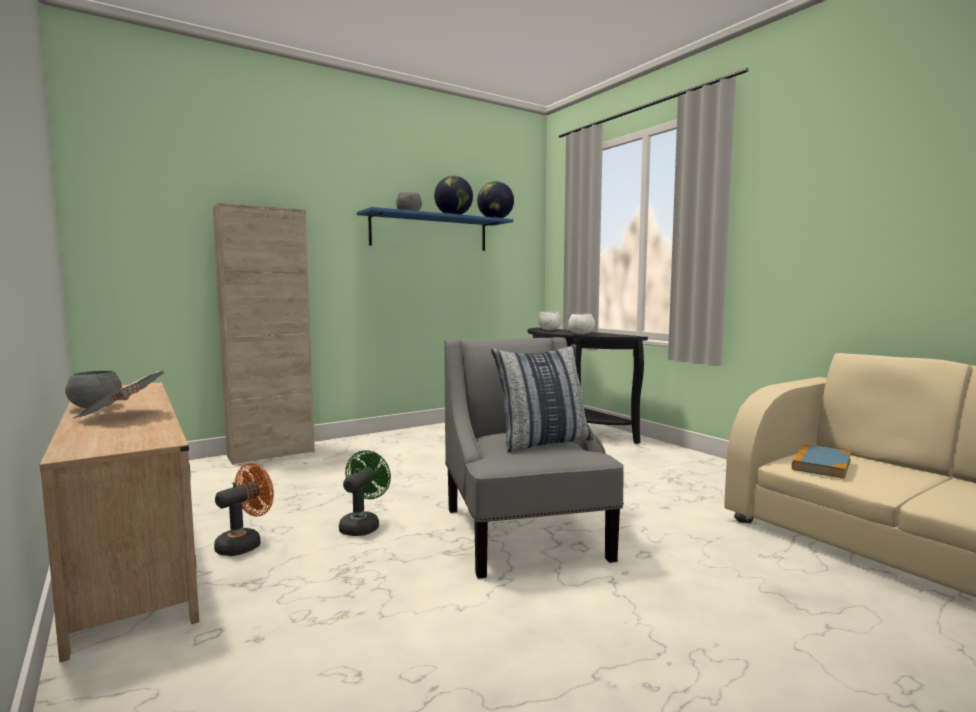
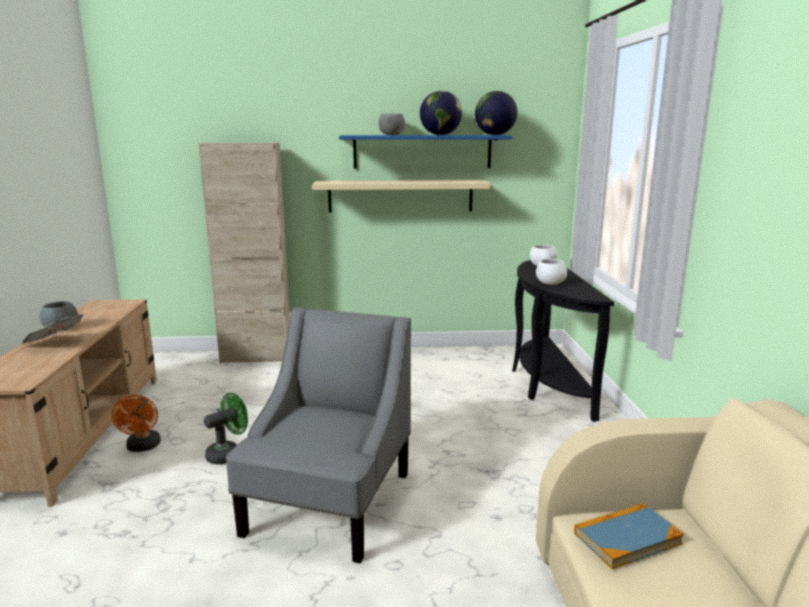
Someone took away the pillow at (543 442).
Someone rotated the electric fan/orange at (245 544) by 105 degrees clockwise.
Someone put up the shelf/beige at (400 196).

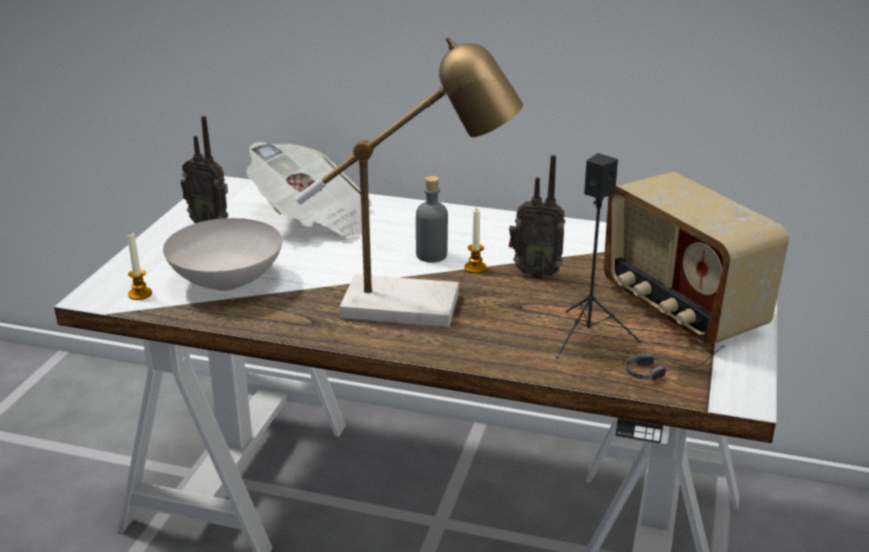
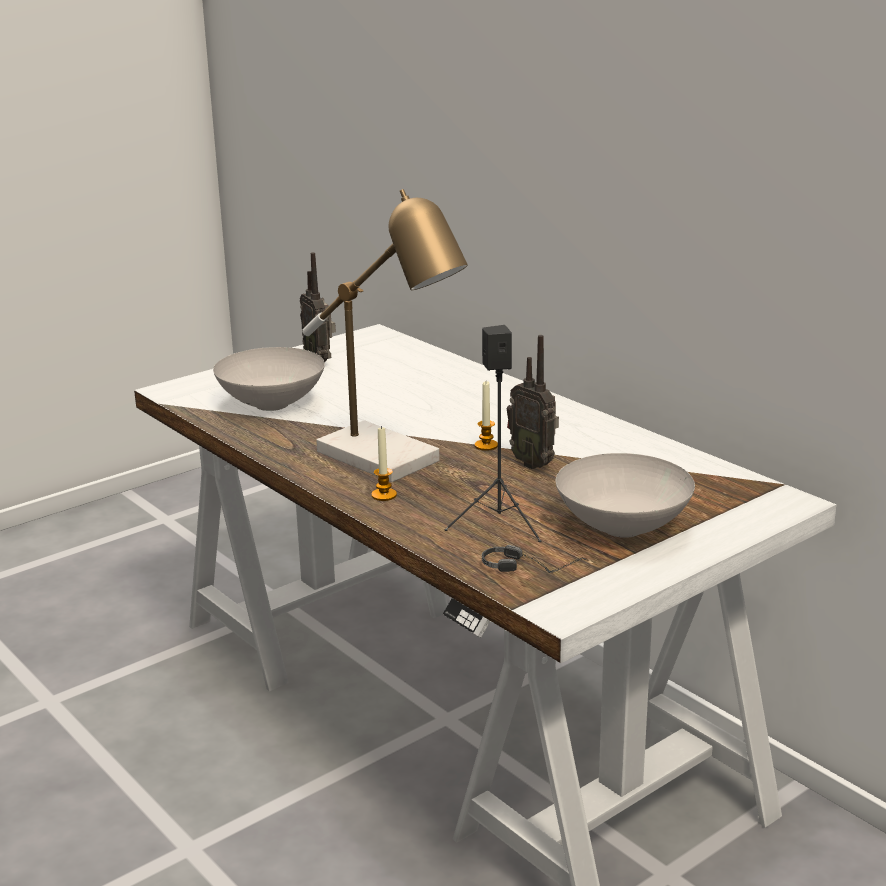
Someone took away the printed paper at (313 220).
Someone swapped the radio at (680 309) for the deep dish/white-coloured at (625 528).
Someone took away the drink bottle/grey at (431 255).
Someone carried the wax light from (140 294) to (384 495).

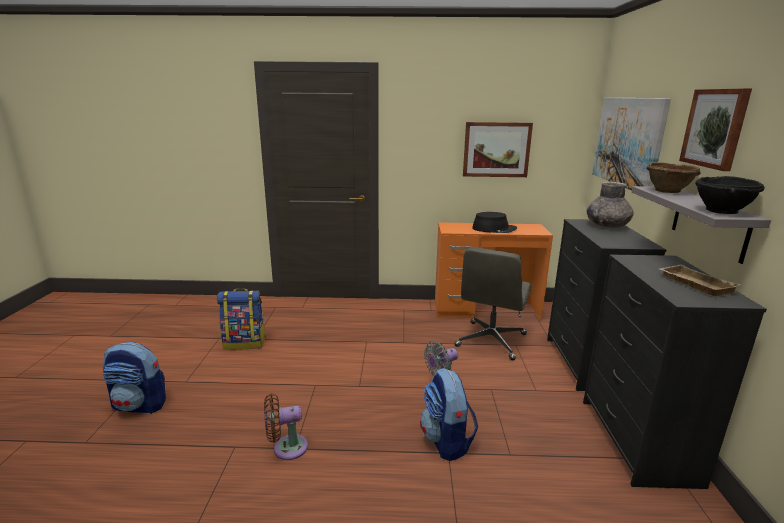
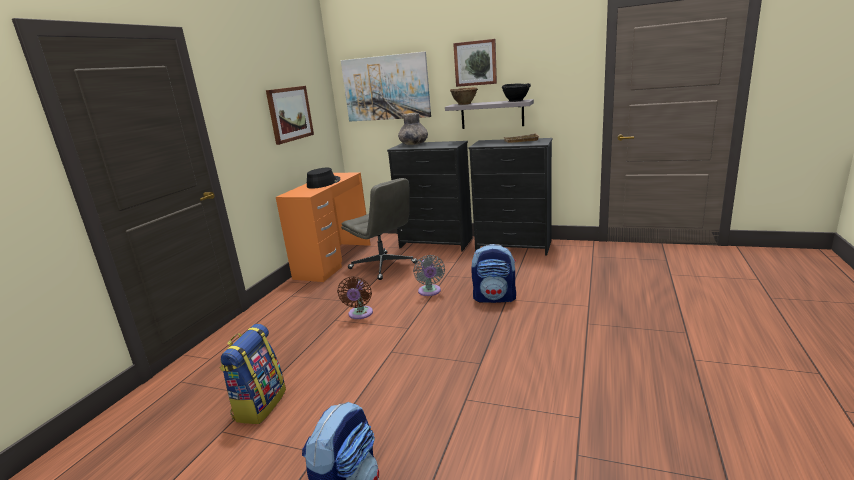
Someone carried the electric fan/brown-coloured from (286 448) to (360 314).

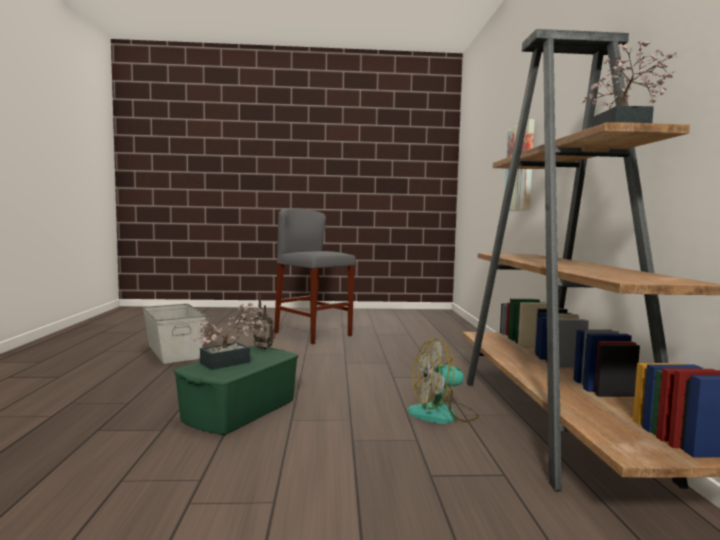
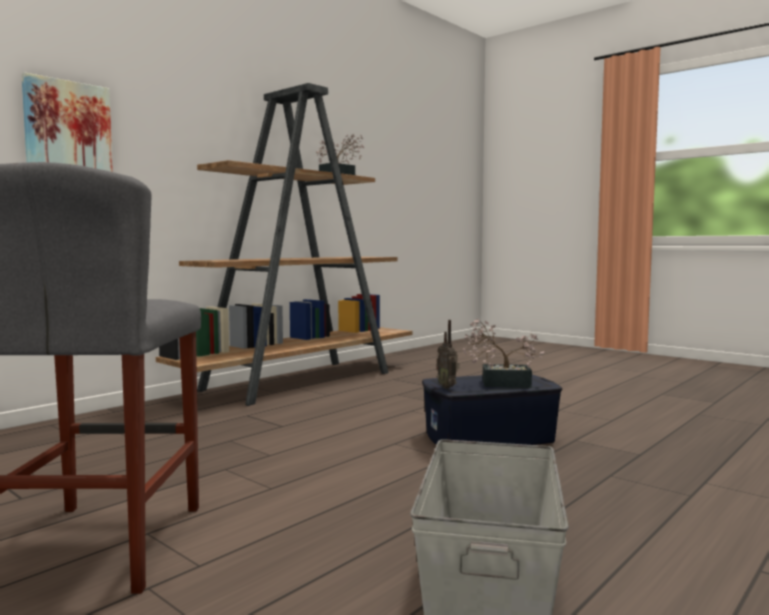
Someone took away the electric fan at (443 414).
Someone repainted the storage bin/greenish at (239 410), which became the storage bin/bluish at (490 437).

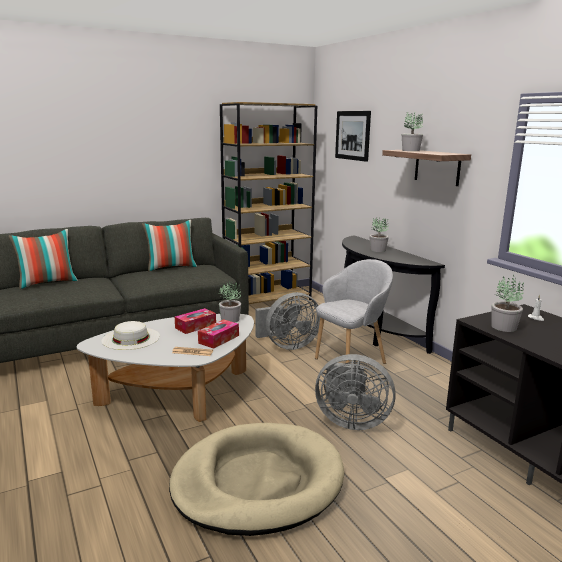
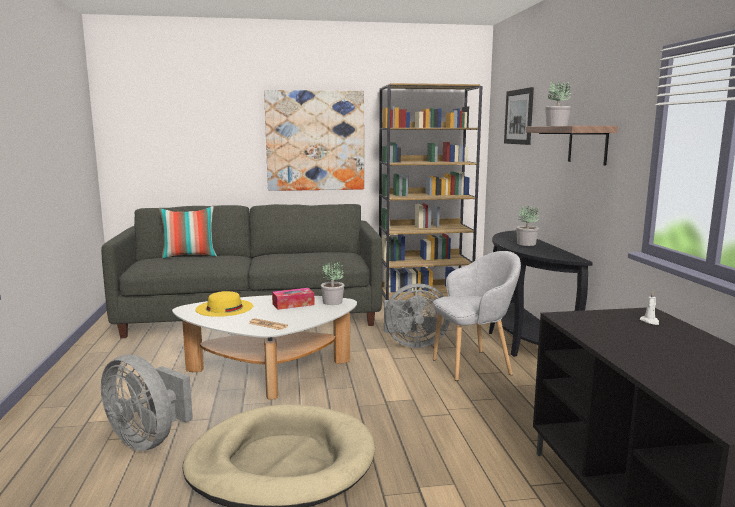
Someone took away the pillow at (171 267).
Someone took away the houseplant at (503 327).
Someone took away the box of tissues at (218 339).
Someone repainted the clothing hat/white-coloured at (131 338), which became the clothing hat/yellow-coloured at (224 308).
Someone carried the electric fan/grey from (350 421) to (148 439).
Someone put up the wall picture at (315 141).

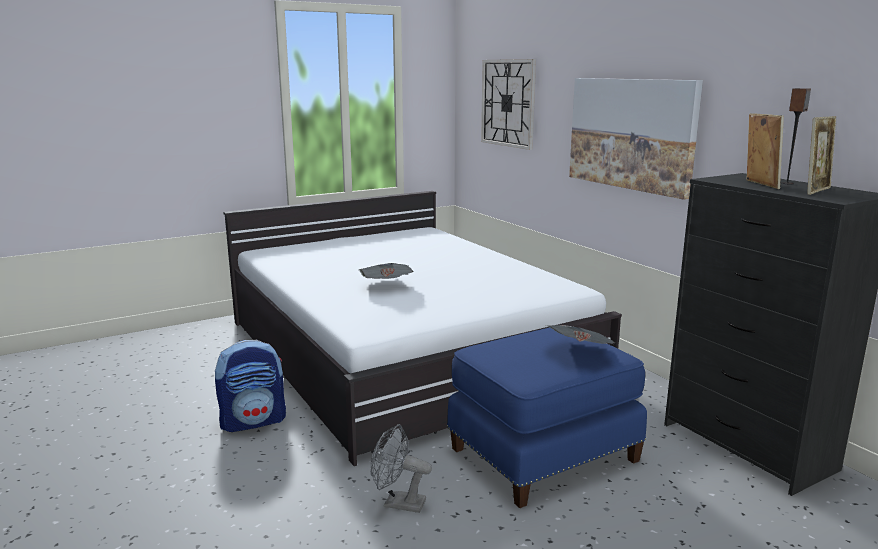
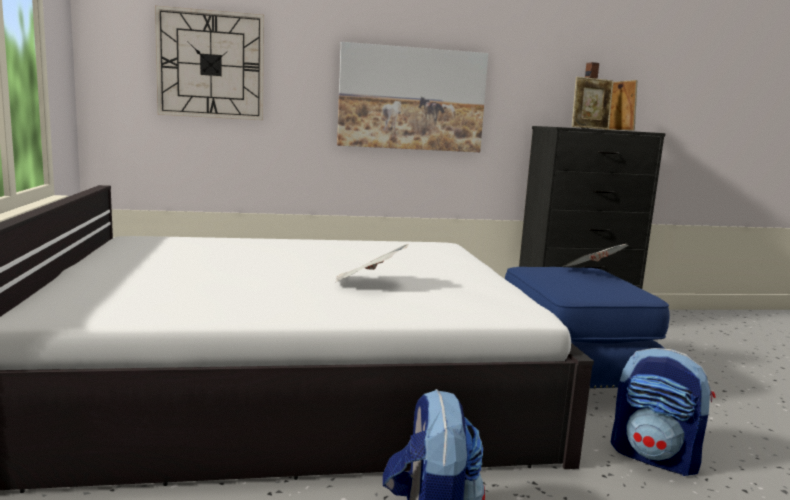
Someone rotated the standing frame at (759 184) by 150 degrees clockwise.
Someone swapped the electric fan/grey at (398 503) for the backpack at (655 457).

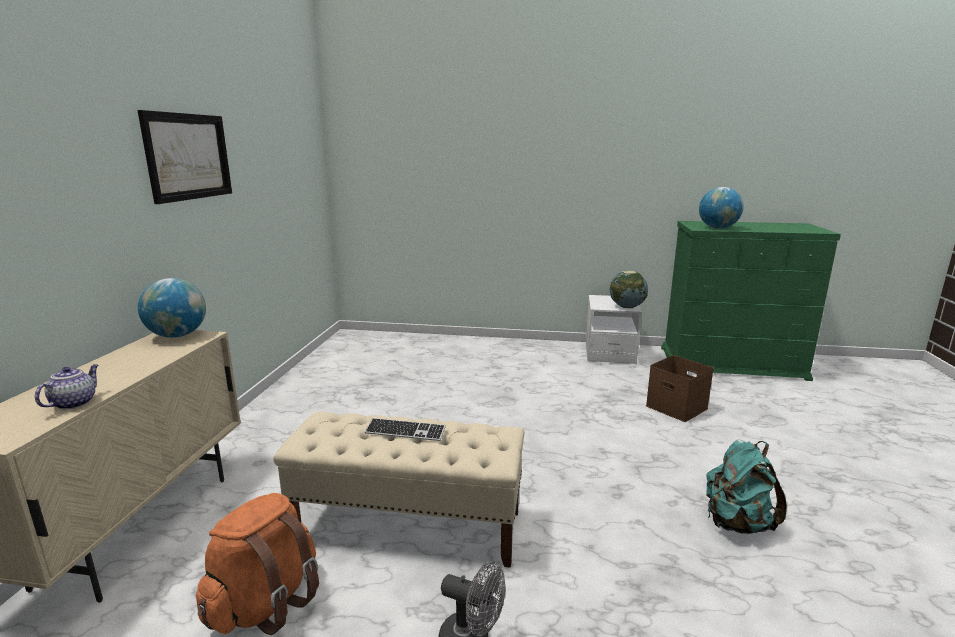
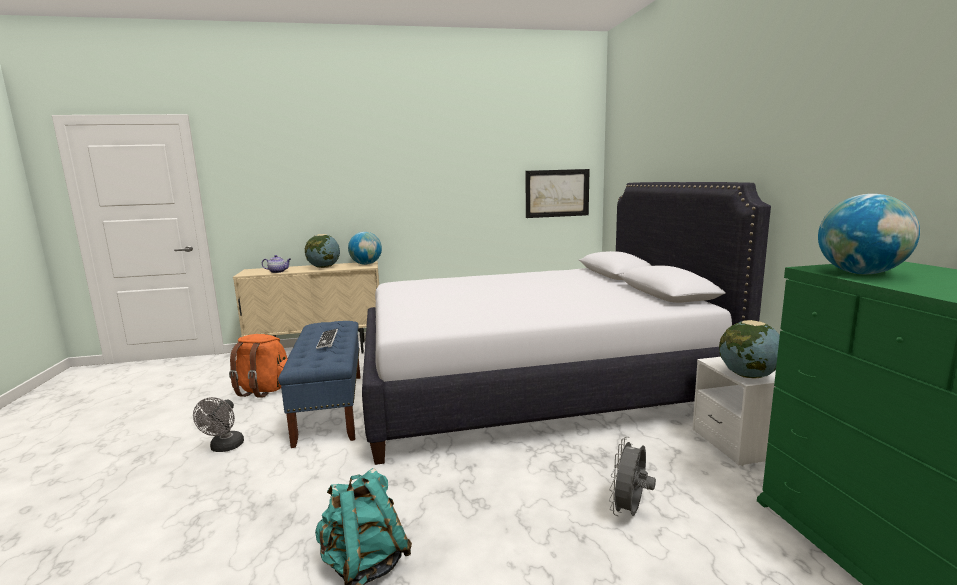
Someone carried the wall picture from (188 156) to (557 193).
Someone swapped the storage bin/brown-coloured at (678 407) for the electric fan/grey at (629 511).
Someone repainted the bench/beige at (409 526), which became the bench/bluish at (331 407).
Someone put down the bedroom bed/white-coloured at (531 384).
Someone put down the desk globe at (324 267).

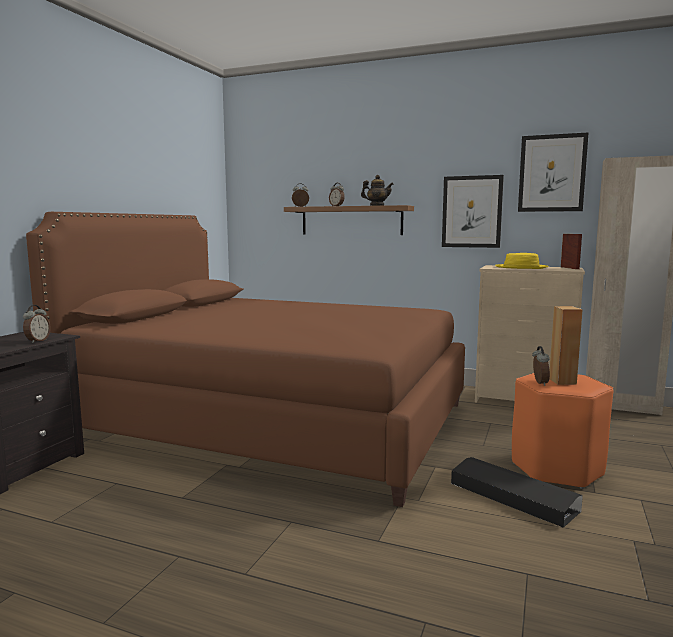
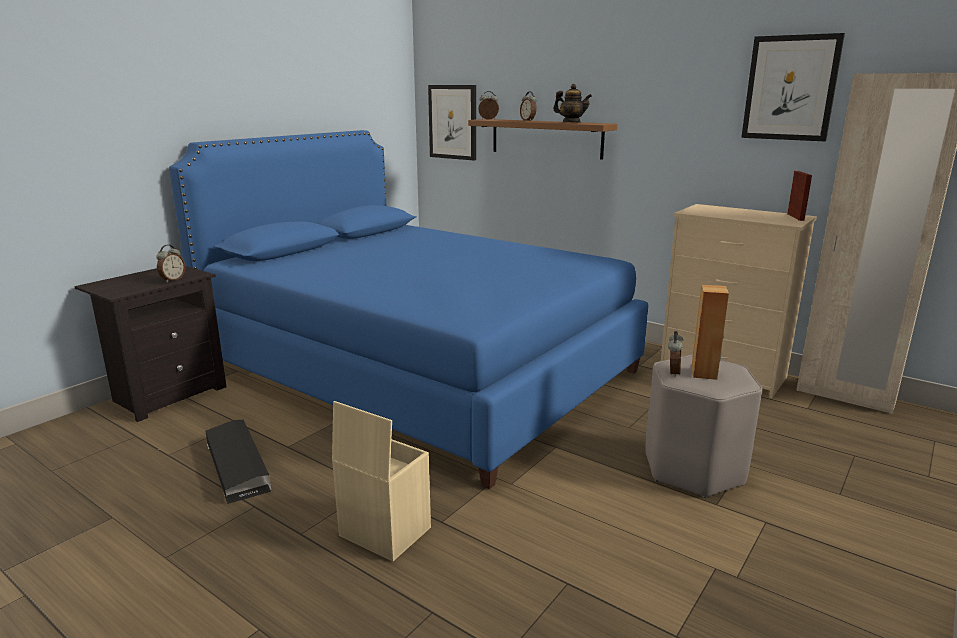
Someone carried the wall picture from (472 212) to (453 122).
Someone repainted the bedroom bed/brown-coloured at (272 421), which became the bedroom bed/bluish at (419 369).
Someone took away the clothing hat/yellow-coloured at (521 267).
Someone repainted the stool seat/orange at (556 469), which became the stool seat/grey at (693 468).
Someone carried the storage bin/black-coloured from (512 497) to (237 466).
Someone put down the storage bin/beige at (383 532).

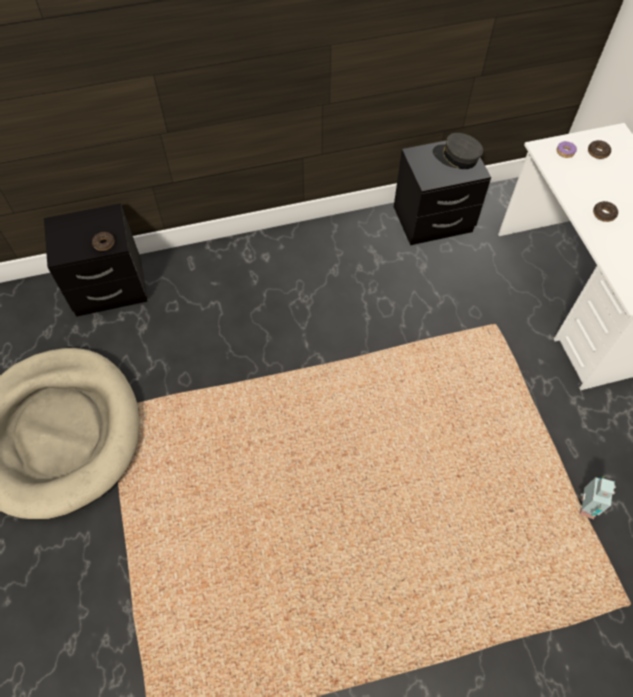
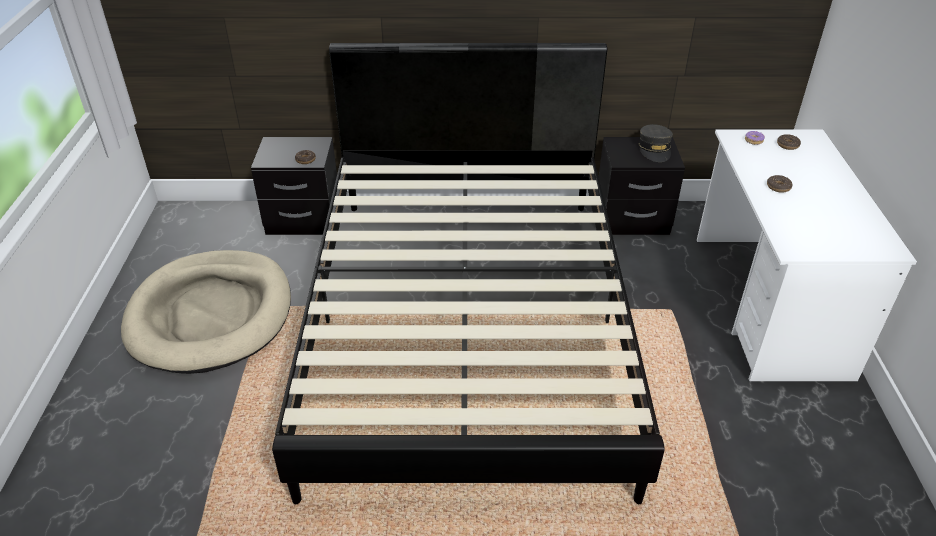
Someone rotated the peaked cap/grey at (456 157) by 135 degrees counterclockwise.
Someone took away the model robot at (584 507).
Someone put down the bedroom bed/black-coloured at (469 324).

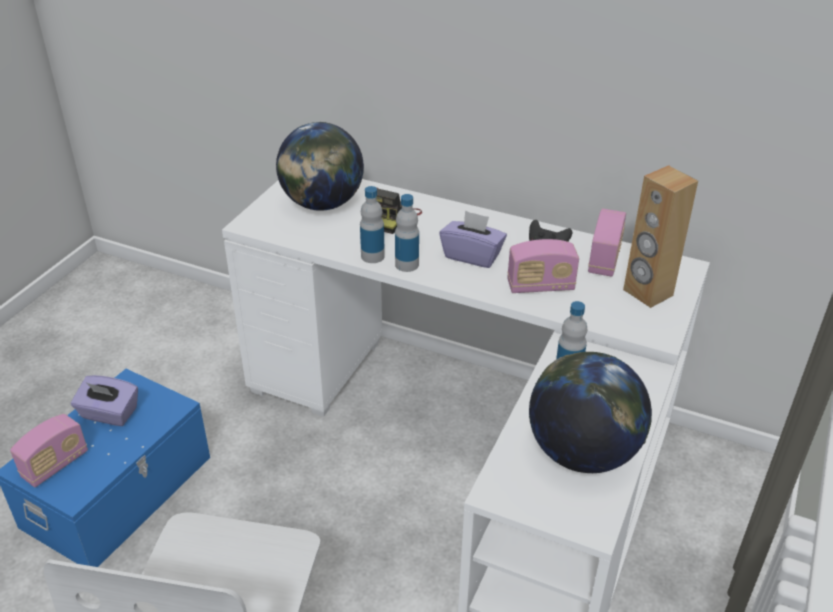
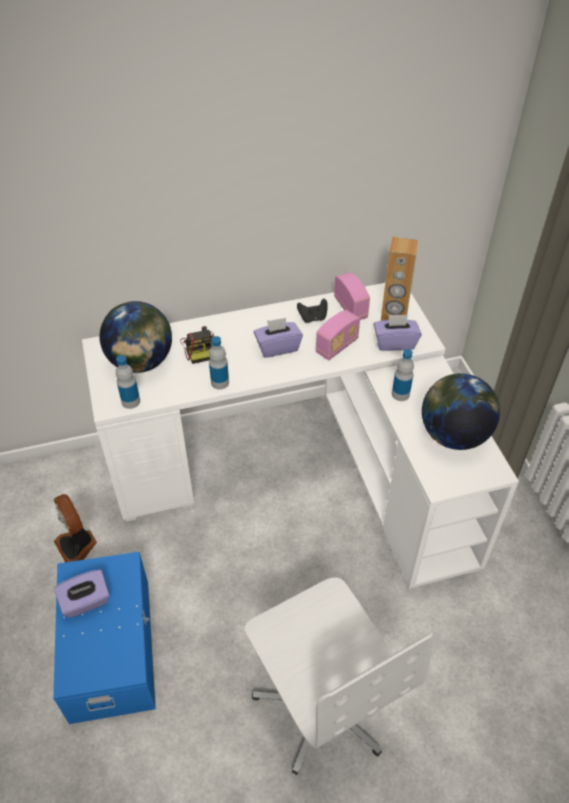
Someone carried the drink bottle from (407 264) to (131 401).
Someone took away the radio at (55 465).
Someone put down the box of tissues/purplish at (394 343).
Someone put down the electric fan at (77 545).

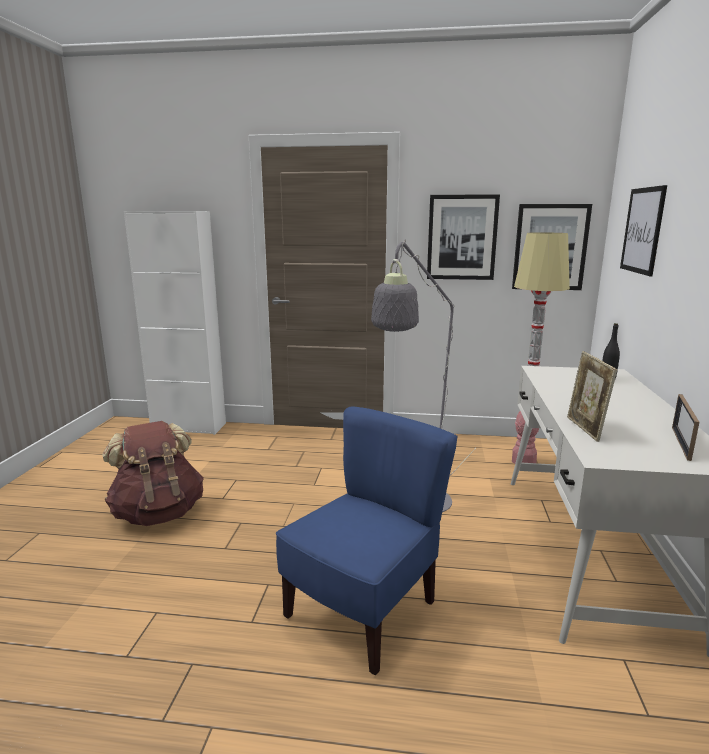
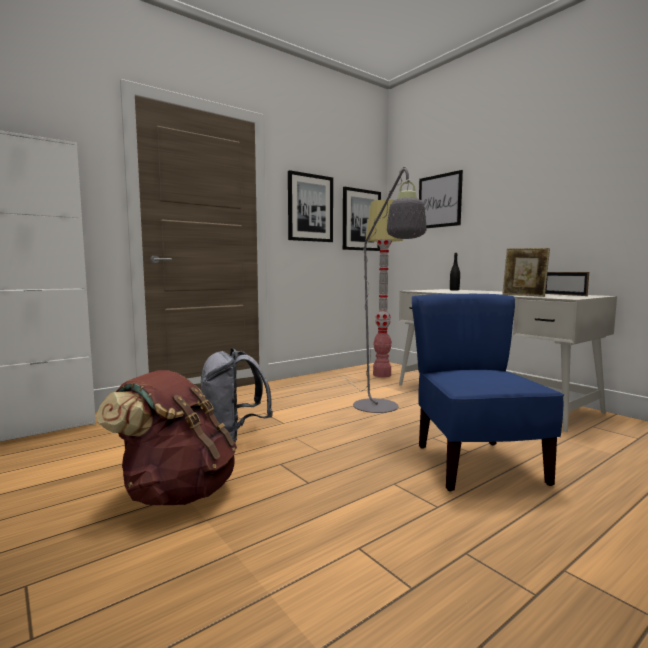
Someone put down the backpack/grey at (233 437).

